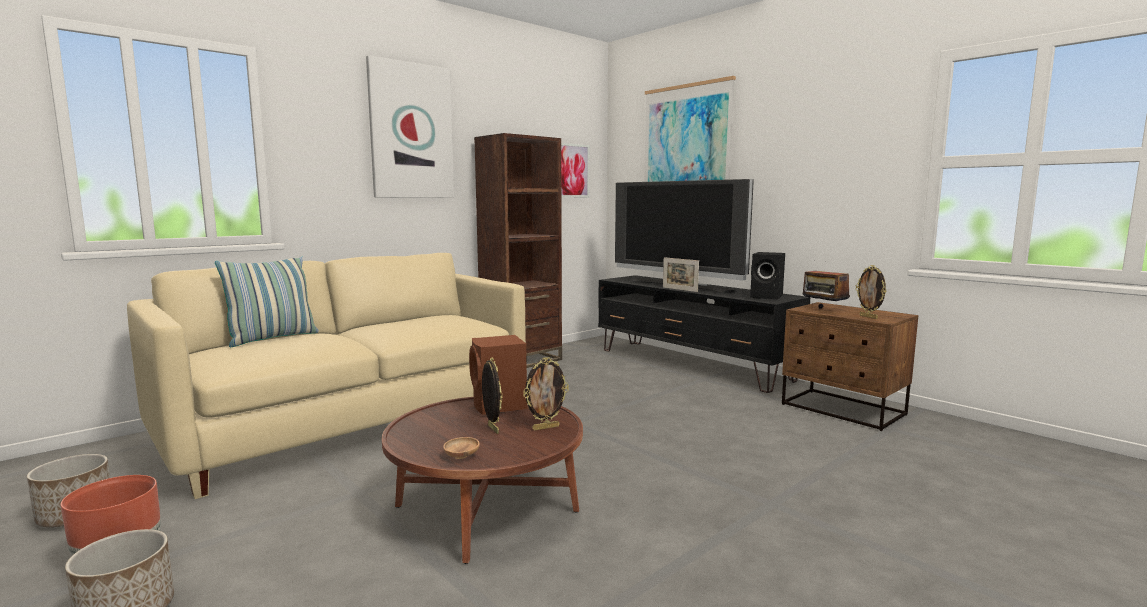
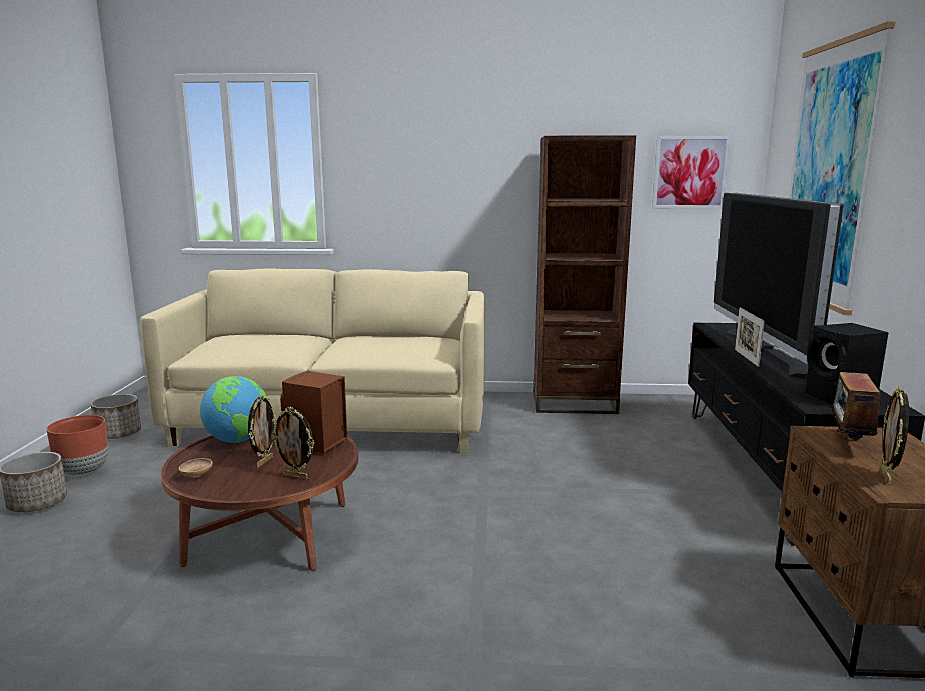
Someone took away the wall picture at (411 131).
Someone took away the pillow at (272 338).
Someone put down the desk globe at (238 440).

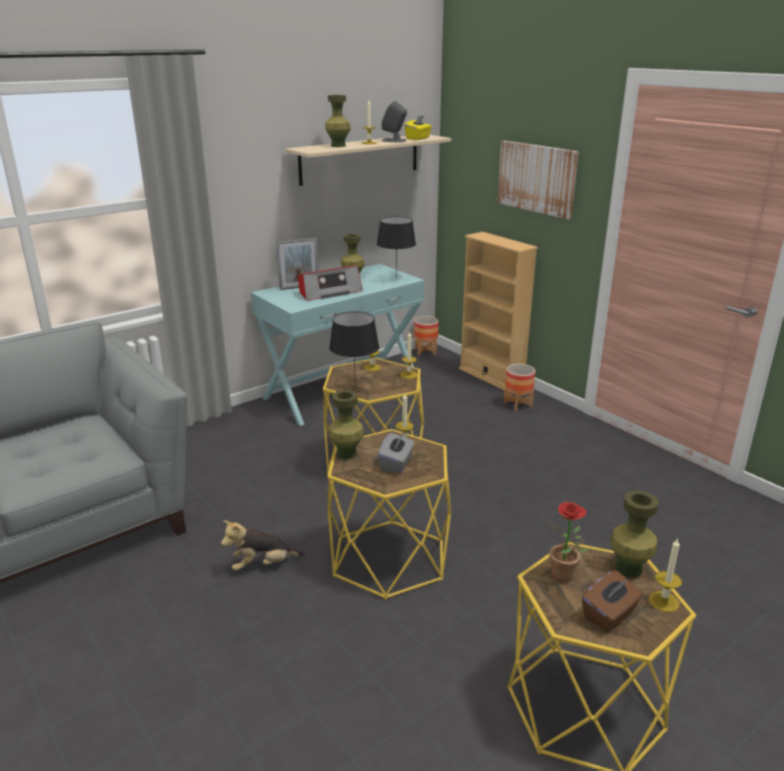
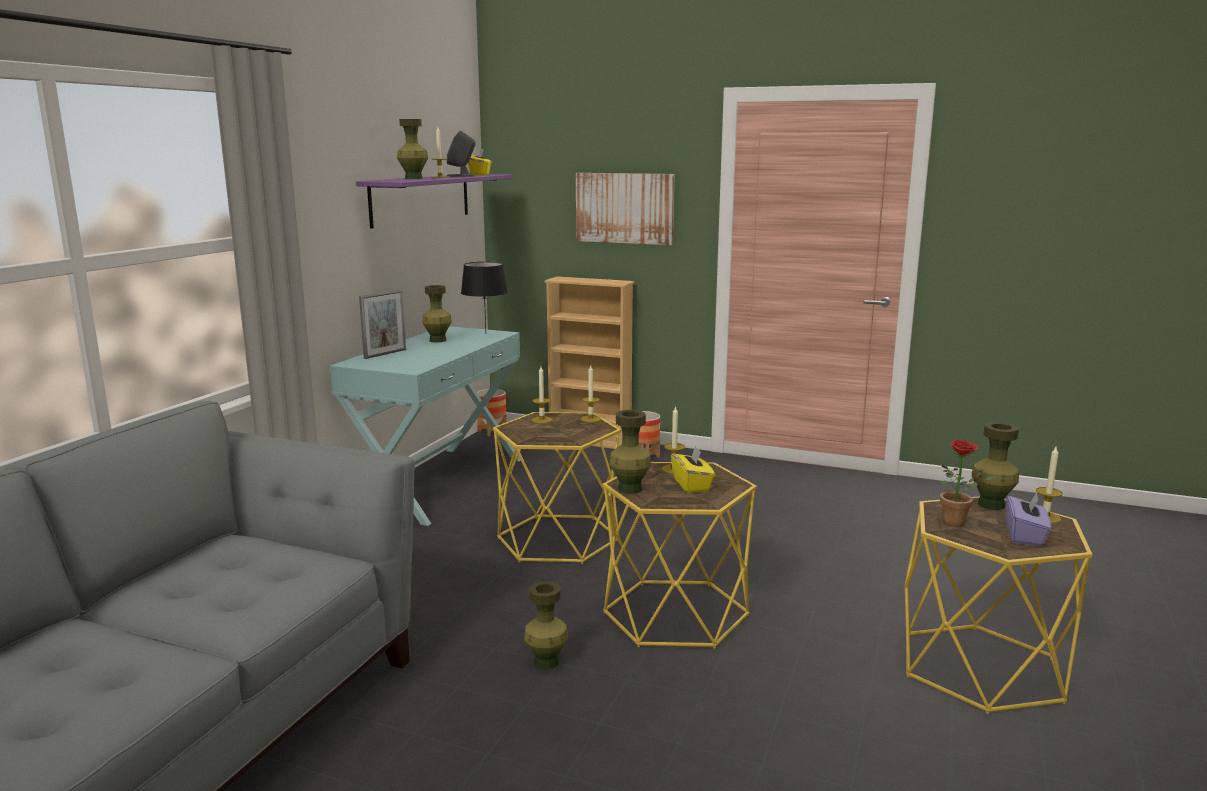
Someone repainted the shelf/beige at (360 159), which became the shelf/purplish at (421 199).
Someone took away the radio at (329 292).
Someone took away the lamp for a table/black-coloured at (354 387).
Someone repainted the box of tissues/grey at (396 464), which became the box of tissues/yellow-coloured at (692 485).
Someone swapped the cuddly toy at (263 565) for the vase/greenish at (546 662).
Someone repainted the box of tissues/brown-coloured at (610 614), which became the box of tissues/purplish at (1025 536).

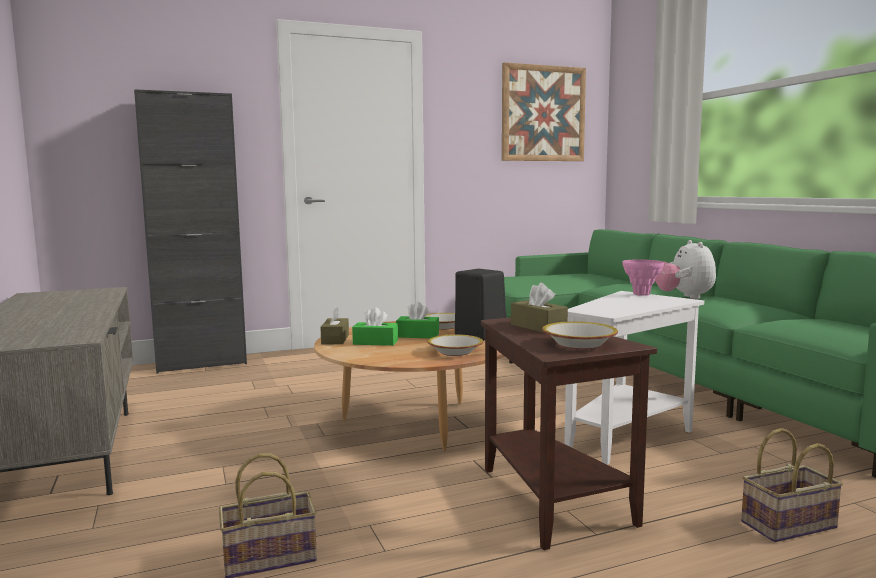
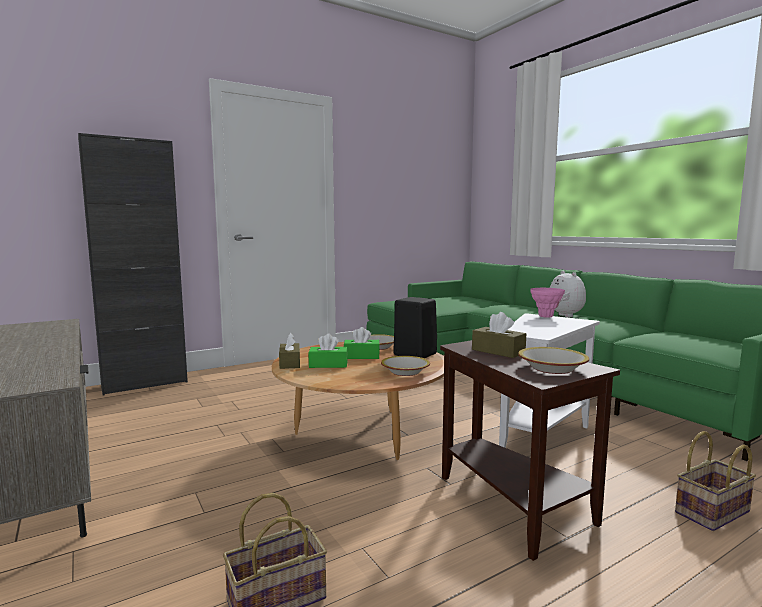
Someone took away the wall picture at (543 113).

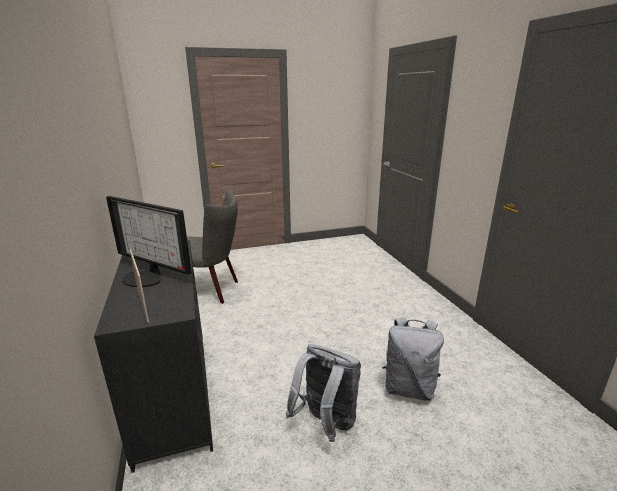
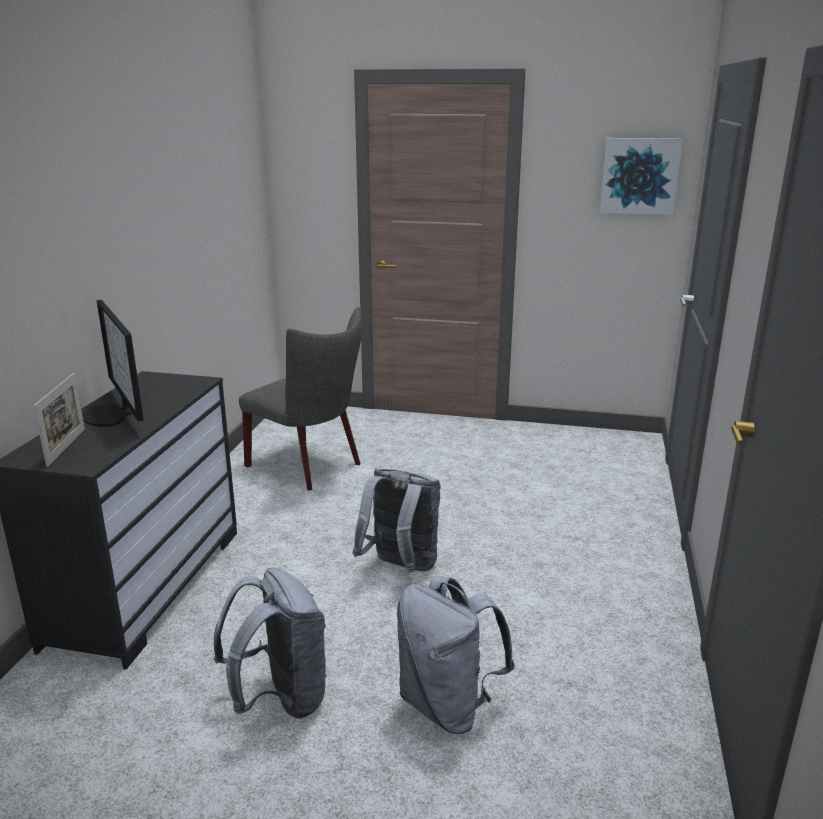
Someone put up the wall picture at (639 176).
Someone put down the backpack/grey at (400 568).

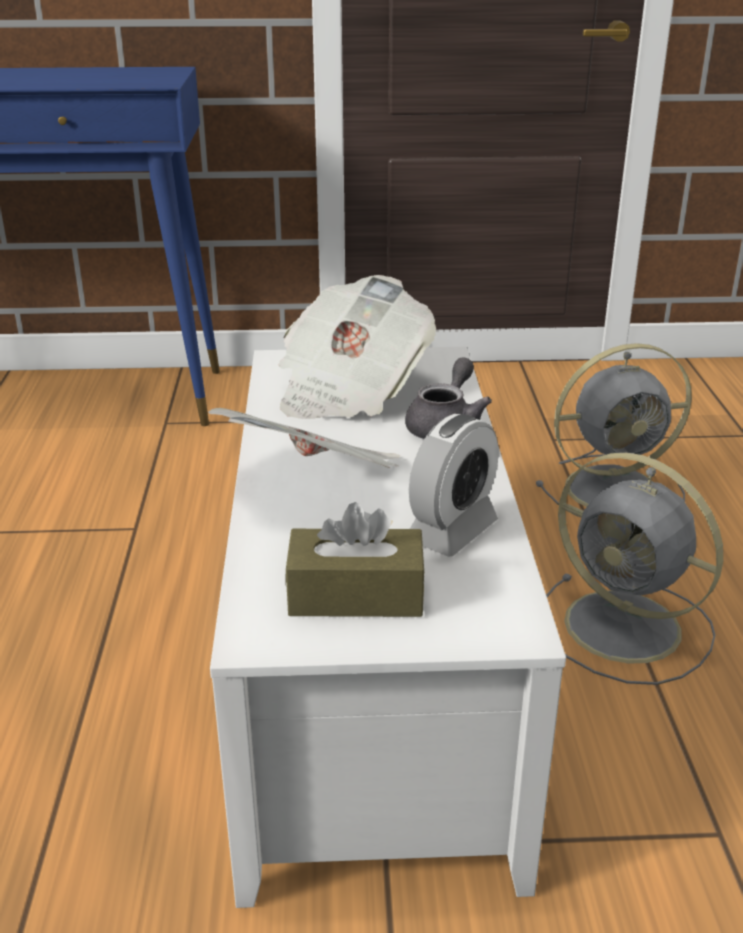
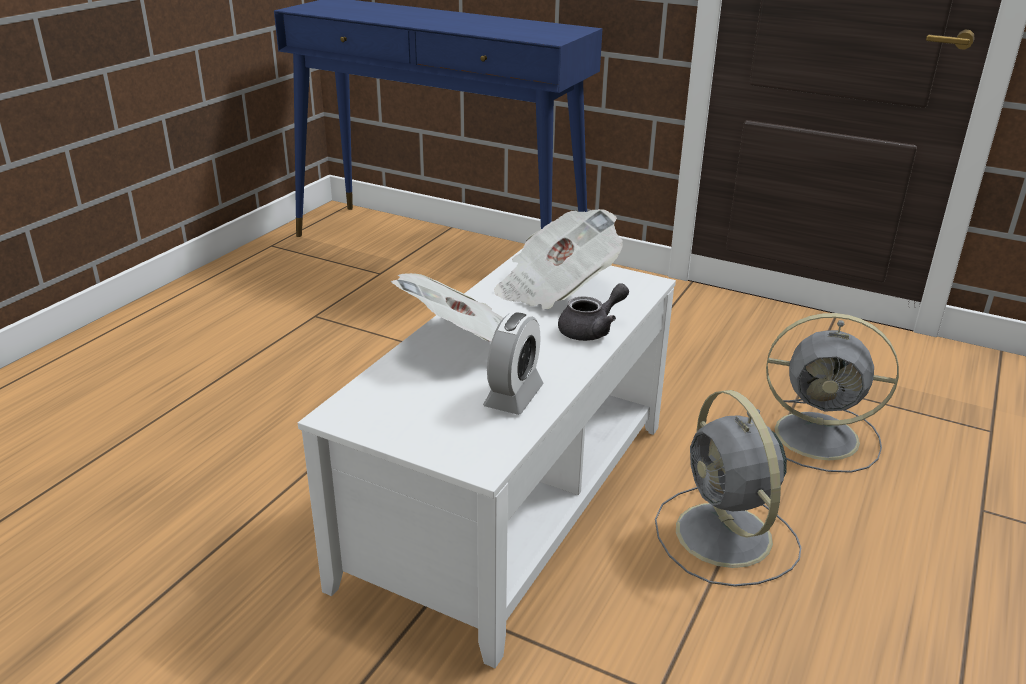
Someone rotated the table clock at (452 531) by 45 degrees counterclockwise.
Someone took away the box of tissues/brown-coloured at (356 595).

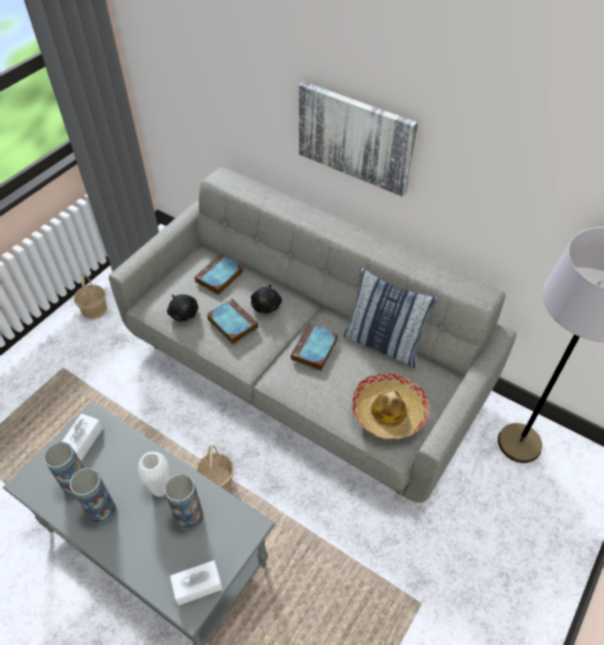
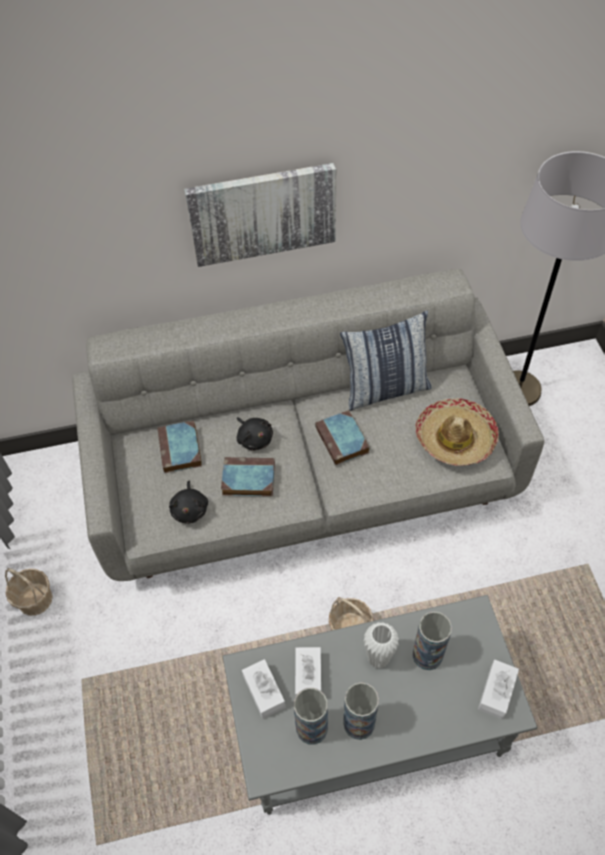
Someone rotated the cuddly toy/black-coloured at (183 313) by 75 degrees clockwise.
Someone put down the box of tissues/white-coloured at (308 677).

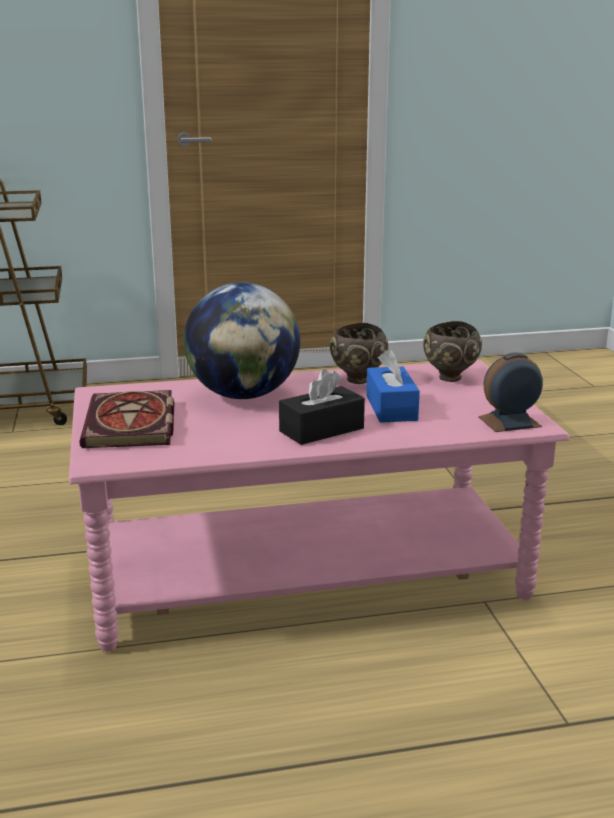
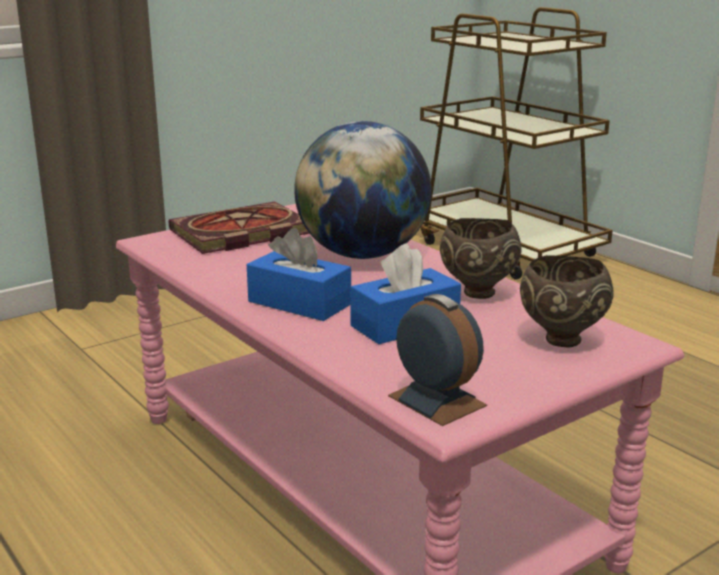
Someone repainted the box of tissues/black-coloured at (321 430), which became the box of tissues/bluish at (299 303).

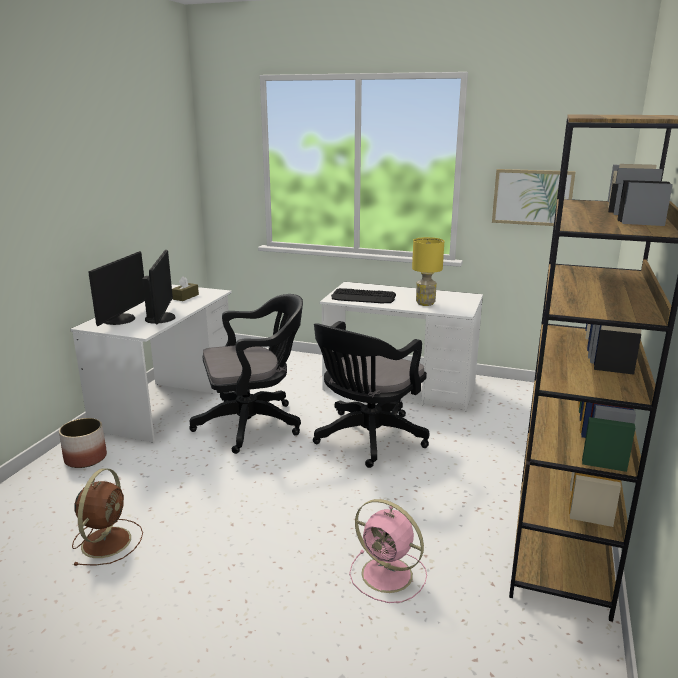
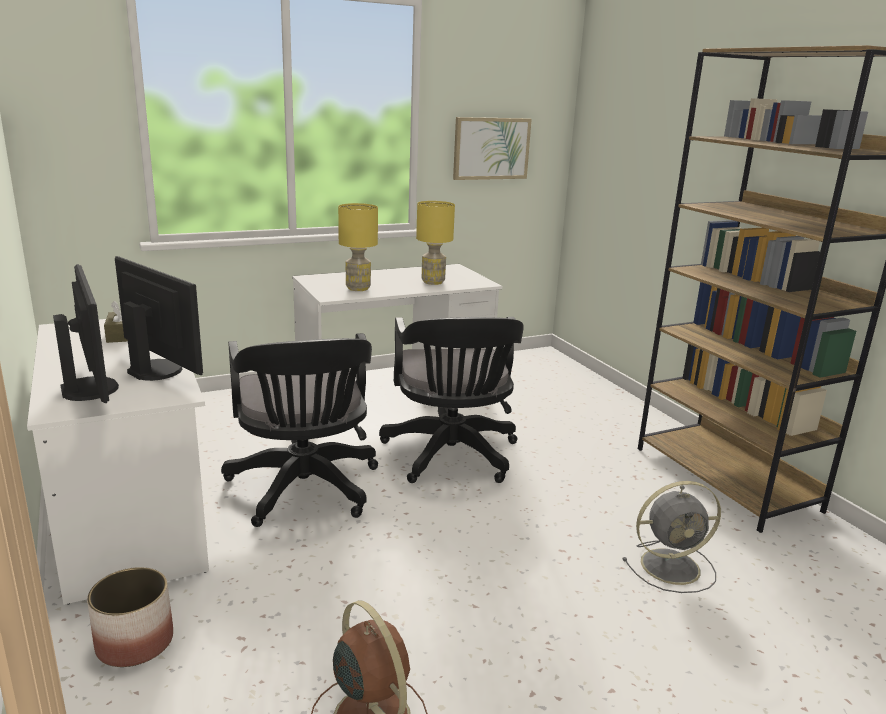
Someone swapped the keyboard at (363 297) for the lamp for a table/yellow-coloured at (358 288).
Someone rotated the desk chair/black-coloured at (254 424) by 135 degrees clockwise.
Someone repainted the electric fan/pink-coloured at (389 575), which became the electric fan/grey at (672 566).

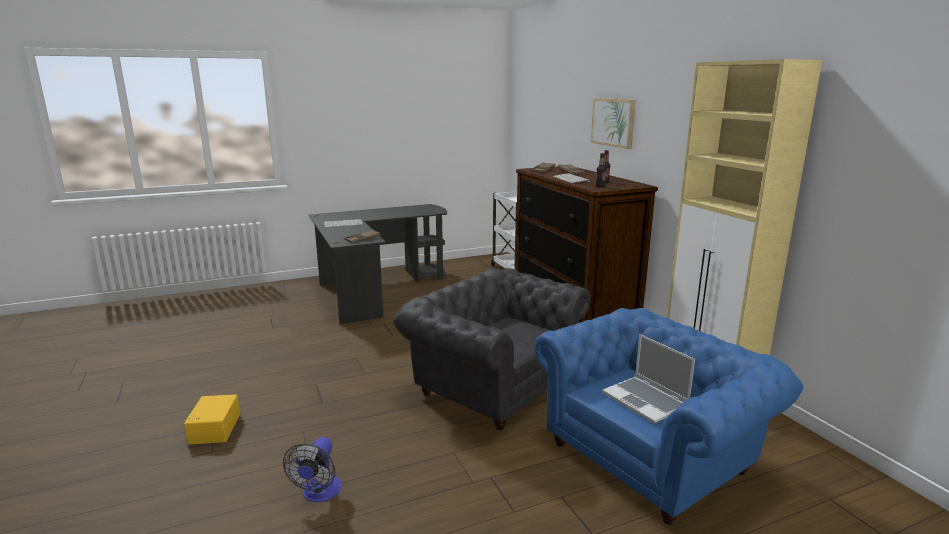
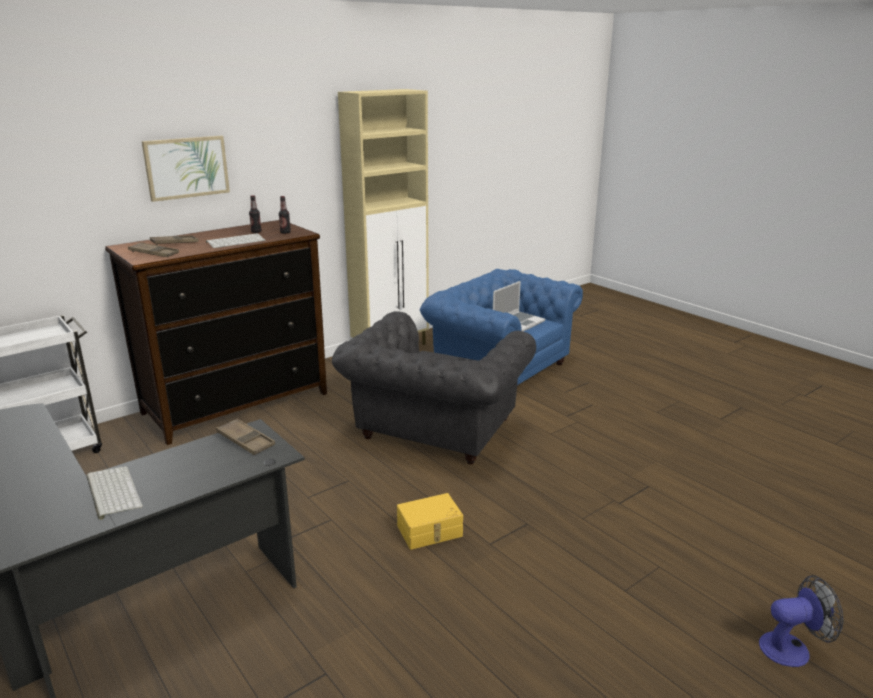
Someone carried the storage bin/yellow-coloured from (213 428) to (430 532).
Someone carried the electric fan from (319 494) to (792 648).

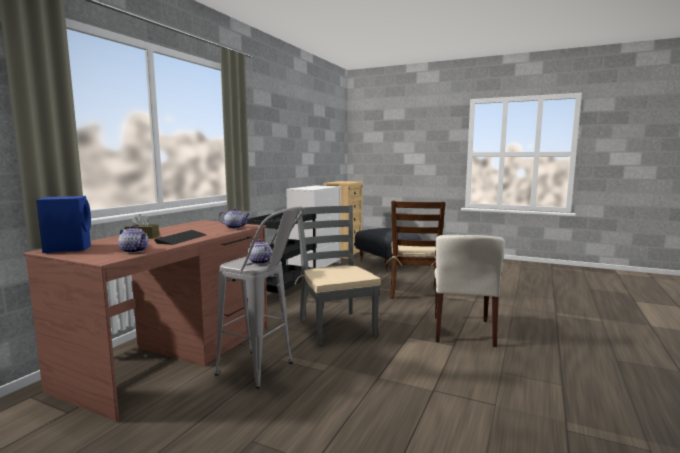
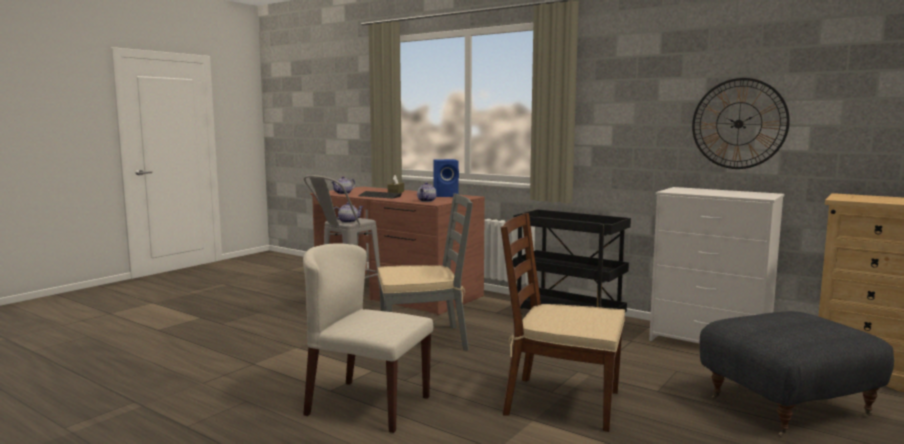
Someone carried the audio speaker/bluish from (69 248) to (447 195).
Someone put up the clock on the wall at (738 124).

